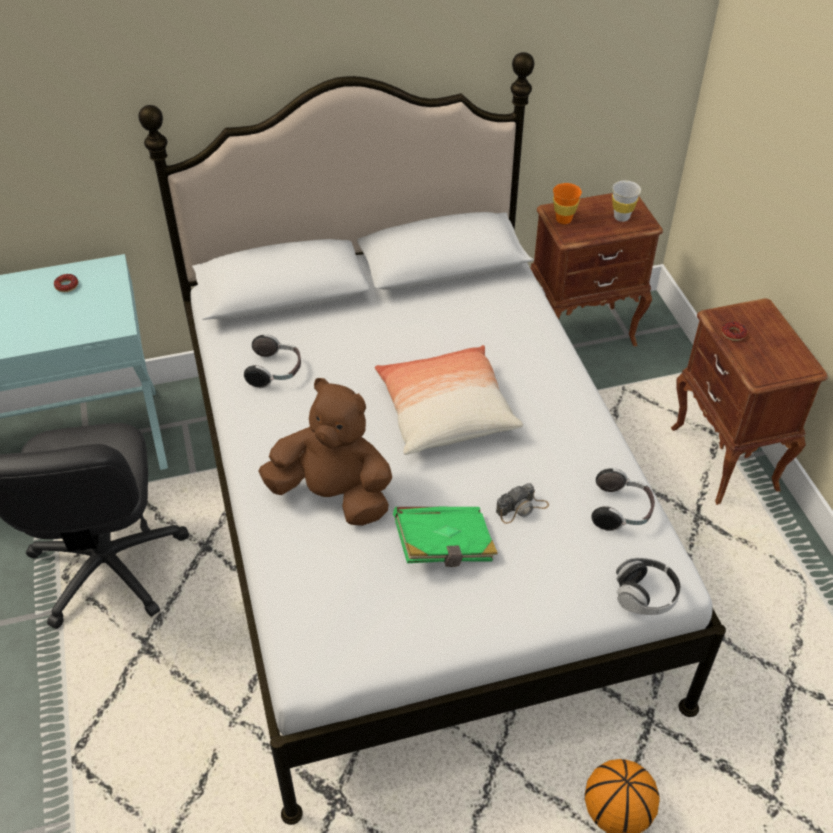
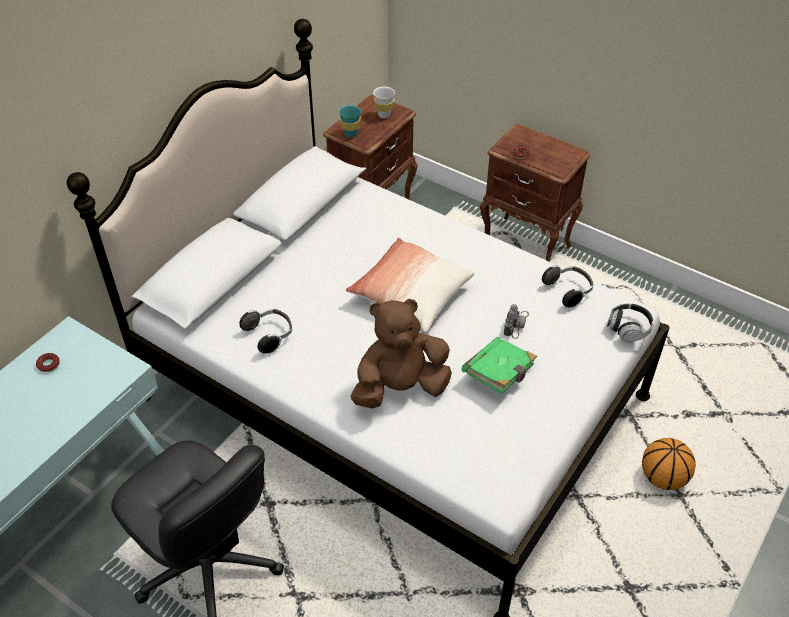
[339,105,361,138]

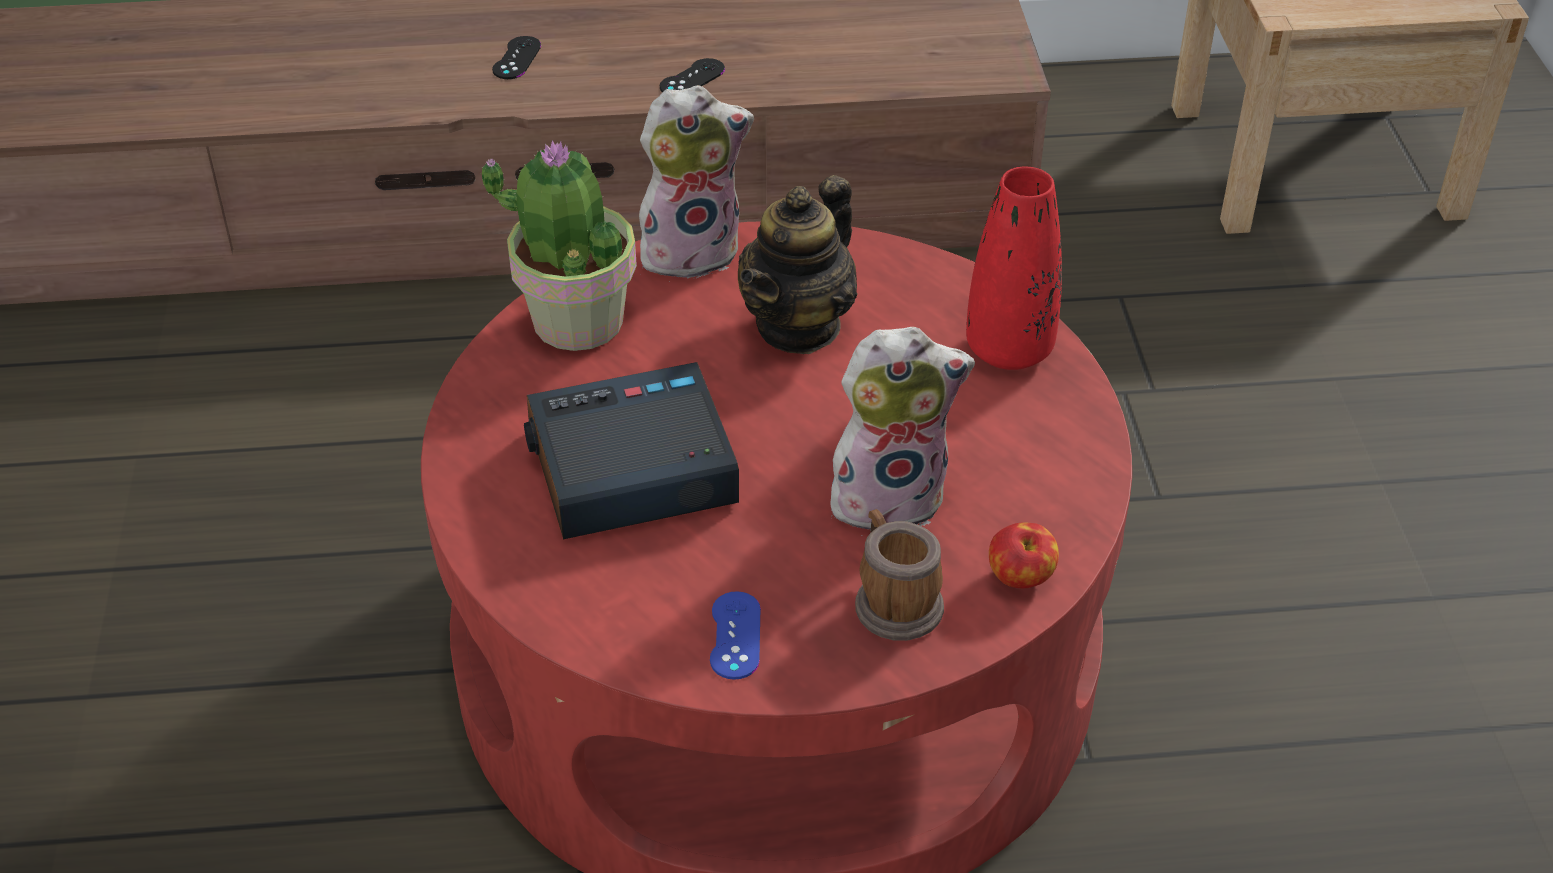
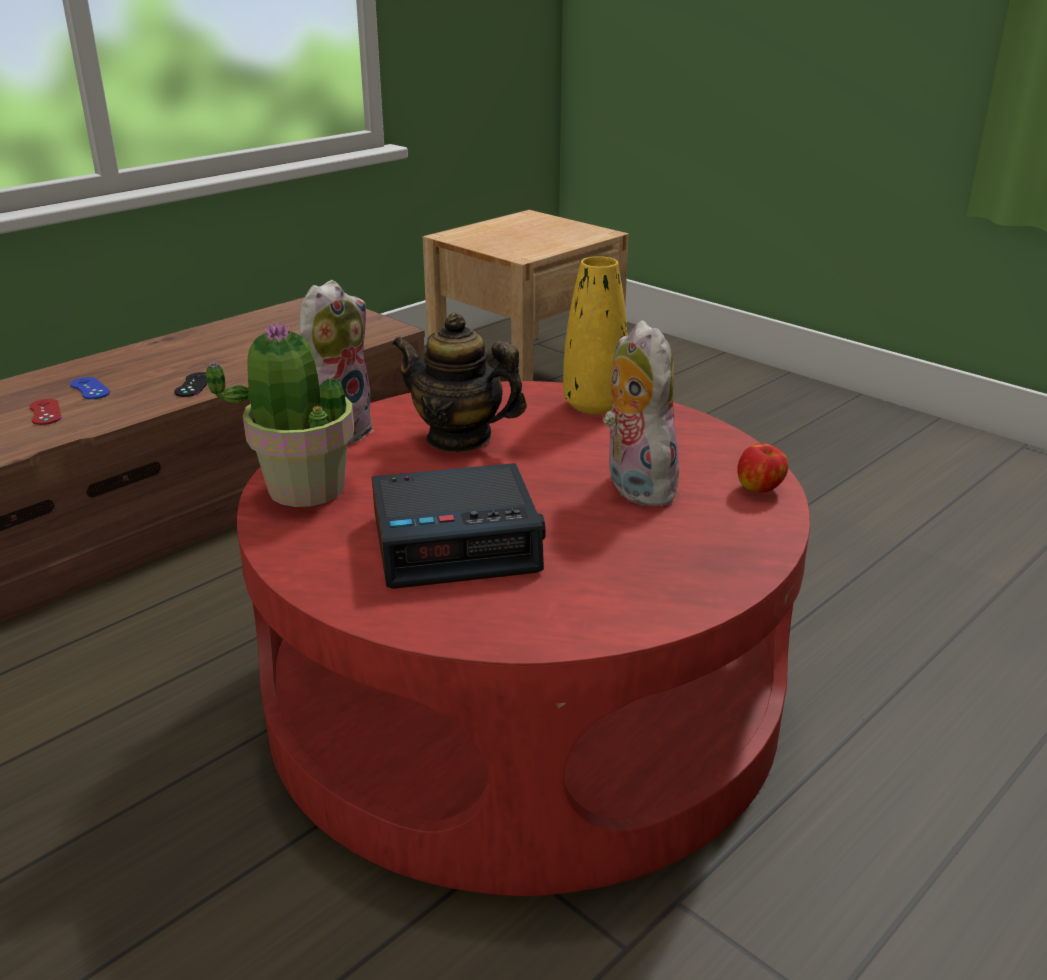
[29,399,61,425]
[70,377,110,399]
[372,463,546,589]
[392,312,527,452]
[563,256,628,414]
[603,320,679,506]
[855,509,944,641] (first image)

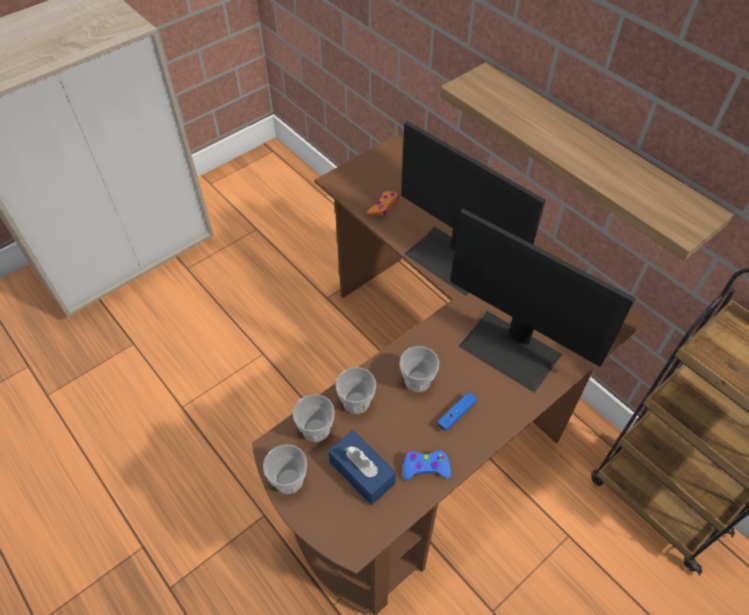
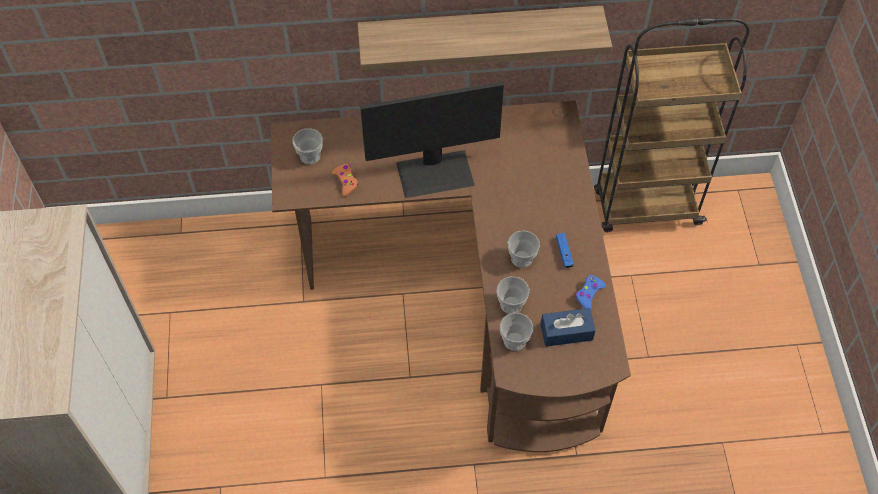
[292,128,323,165]
[450,209,636,393] (first image)

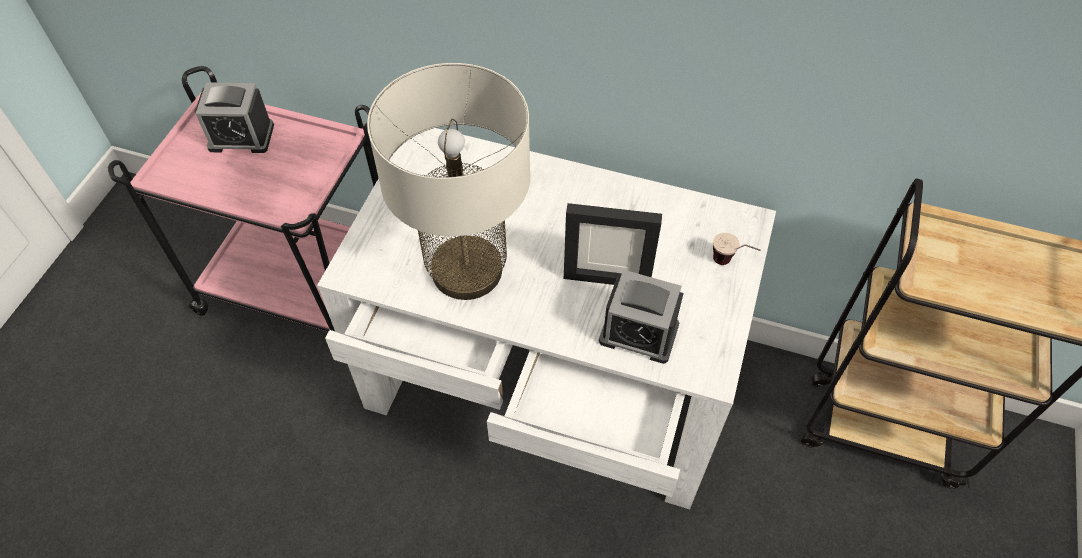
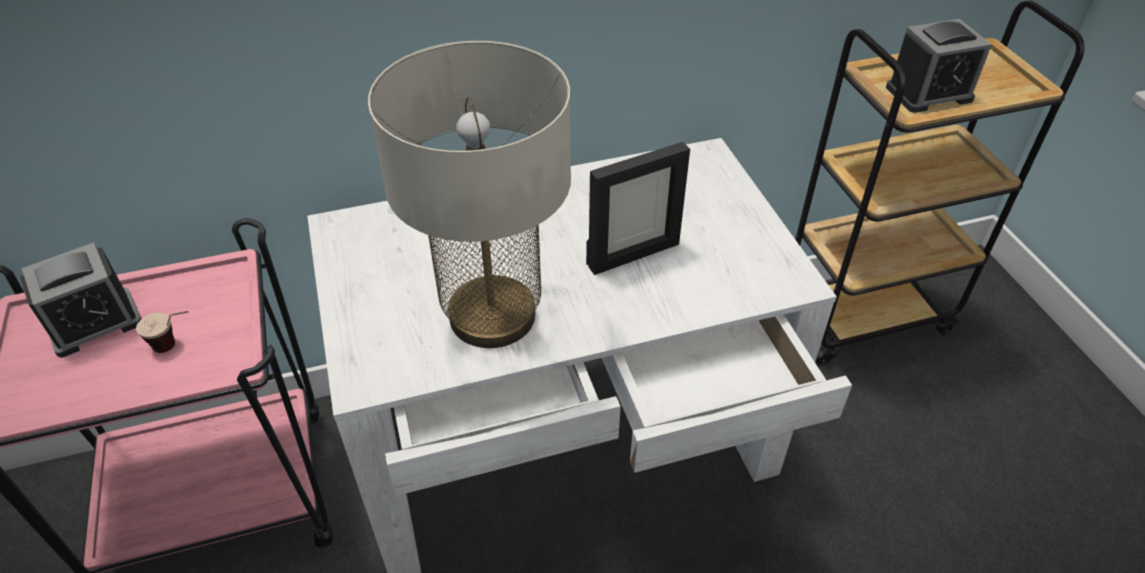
[136,311,189,353]
[886,19,992,113]

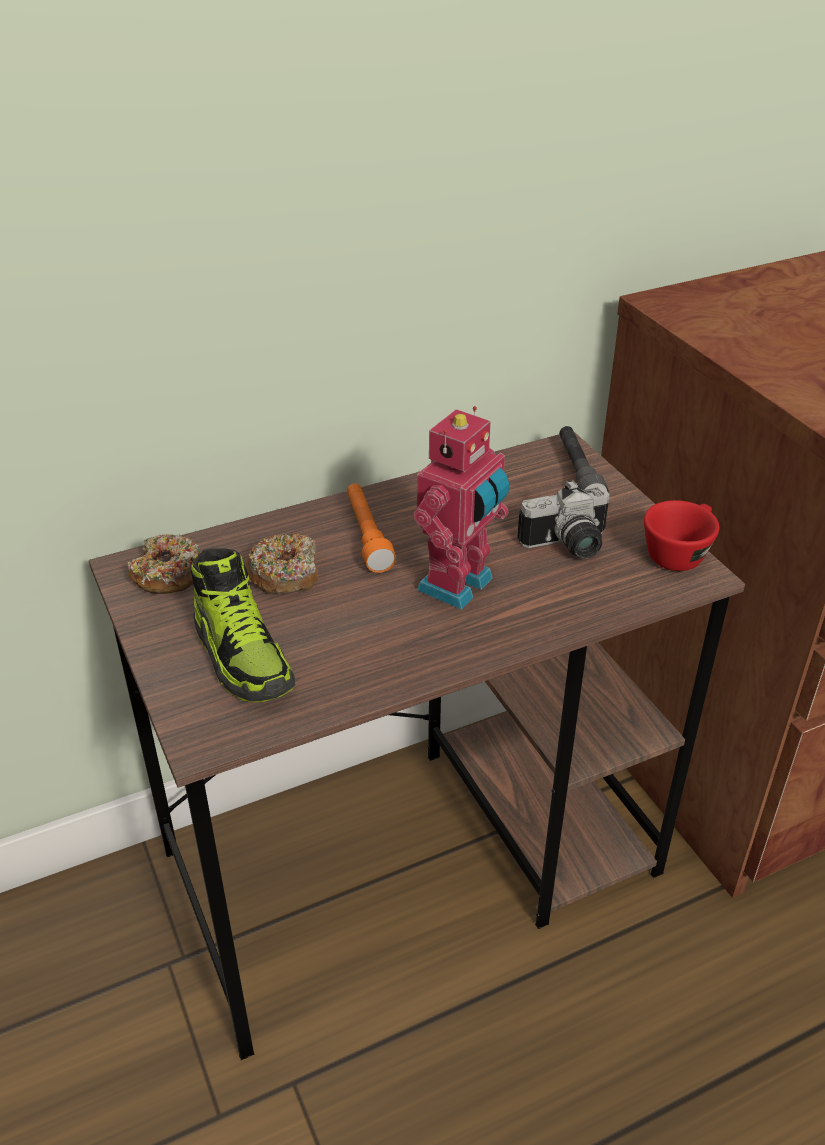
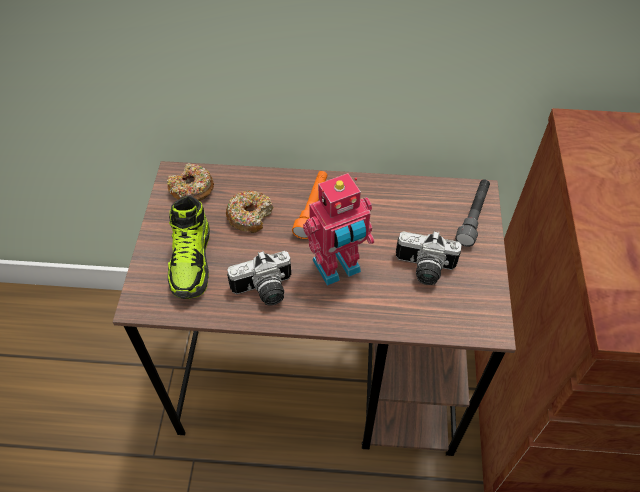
[227,251,291,306]
[644,500,719,571] (first image)

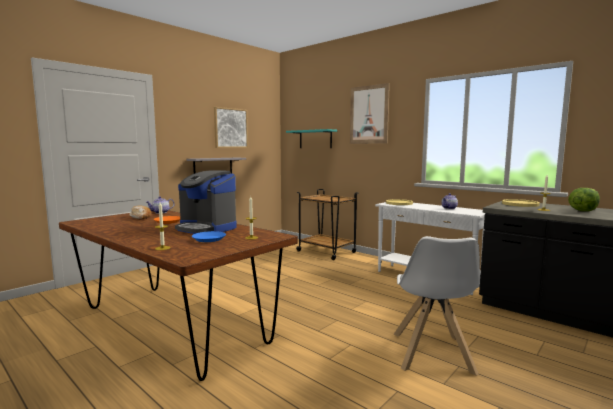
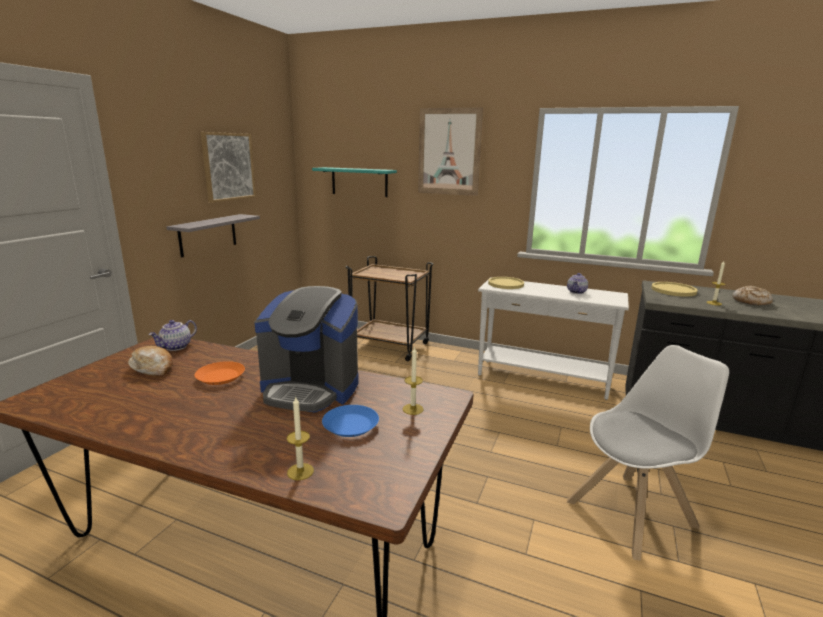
[567,345,729,561]
[733,286,773,305]

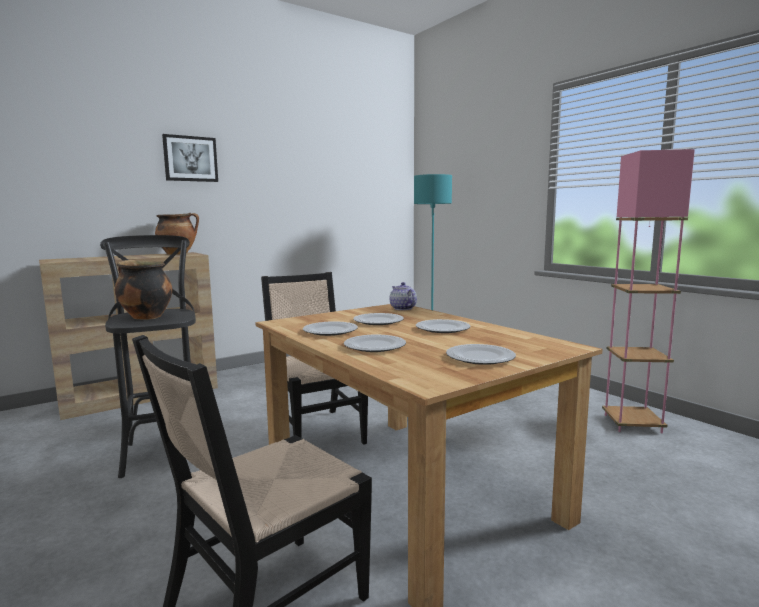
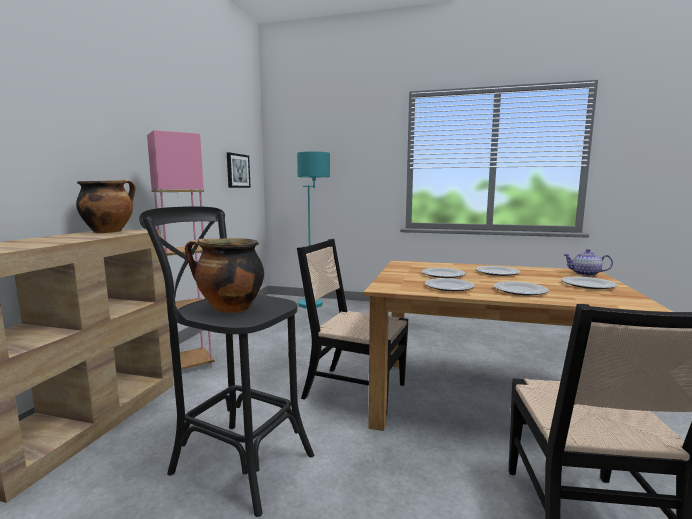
[147,130,215,370]
[227,152,251,188]
[563,249,613,276]

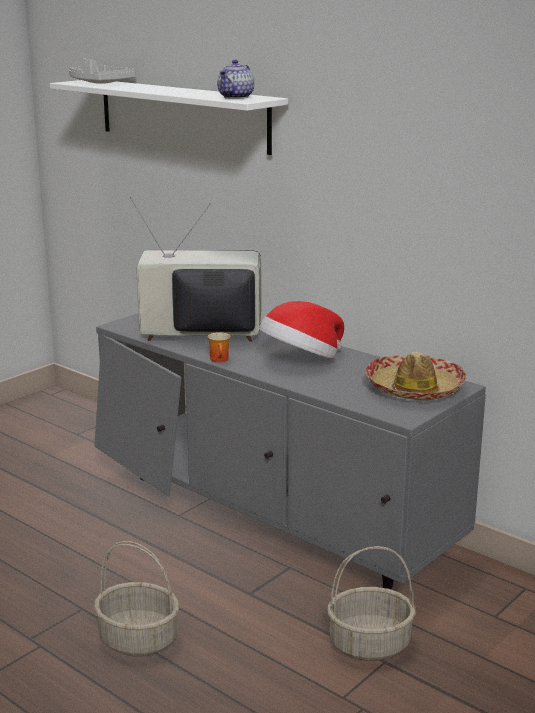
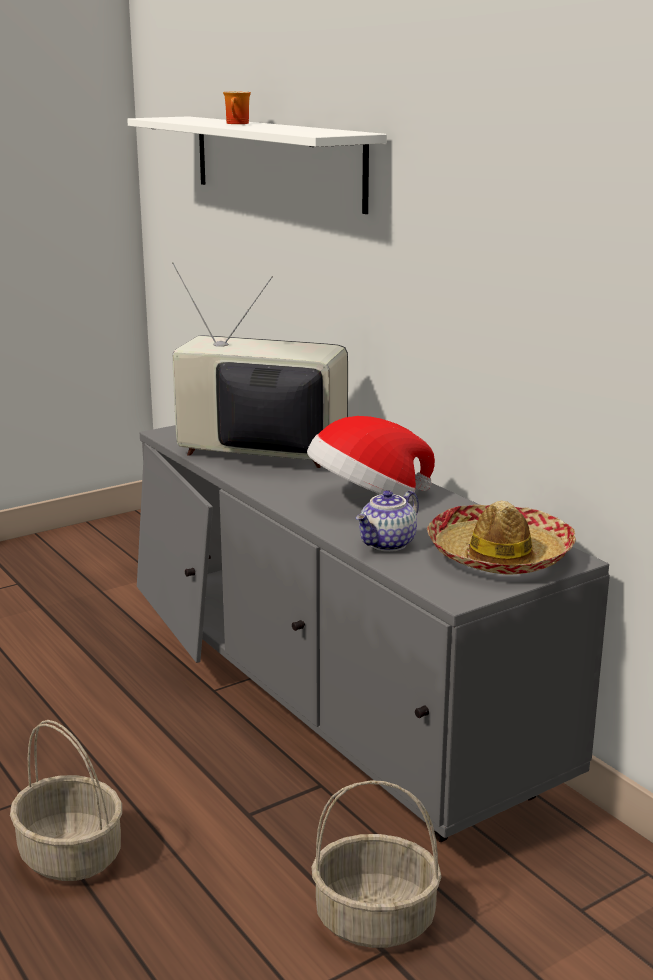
[223,92,251,124]
[356,490,419,552]
[69,58,136,84] (first image)

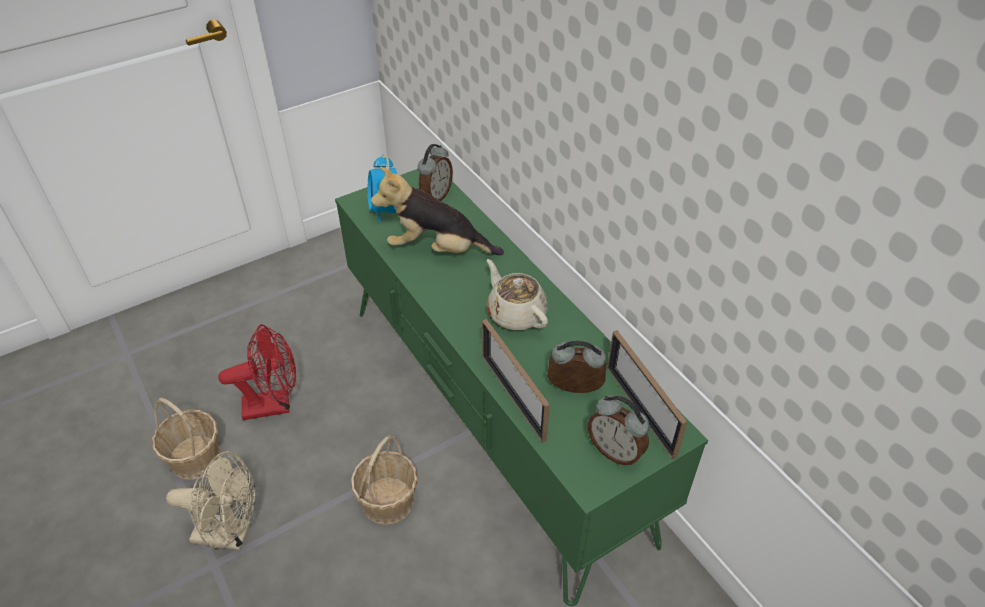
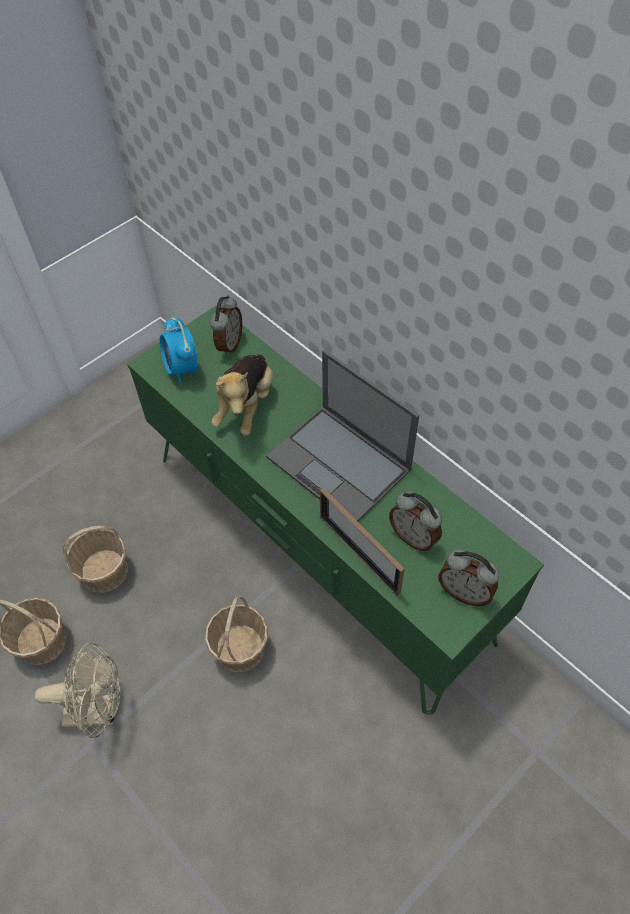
[63,526,128,593]
[212,354,273,436]
[266,350,419,521]
[389,492,442,551]
[607,330,687,459] (first image)

